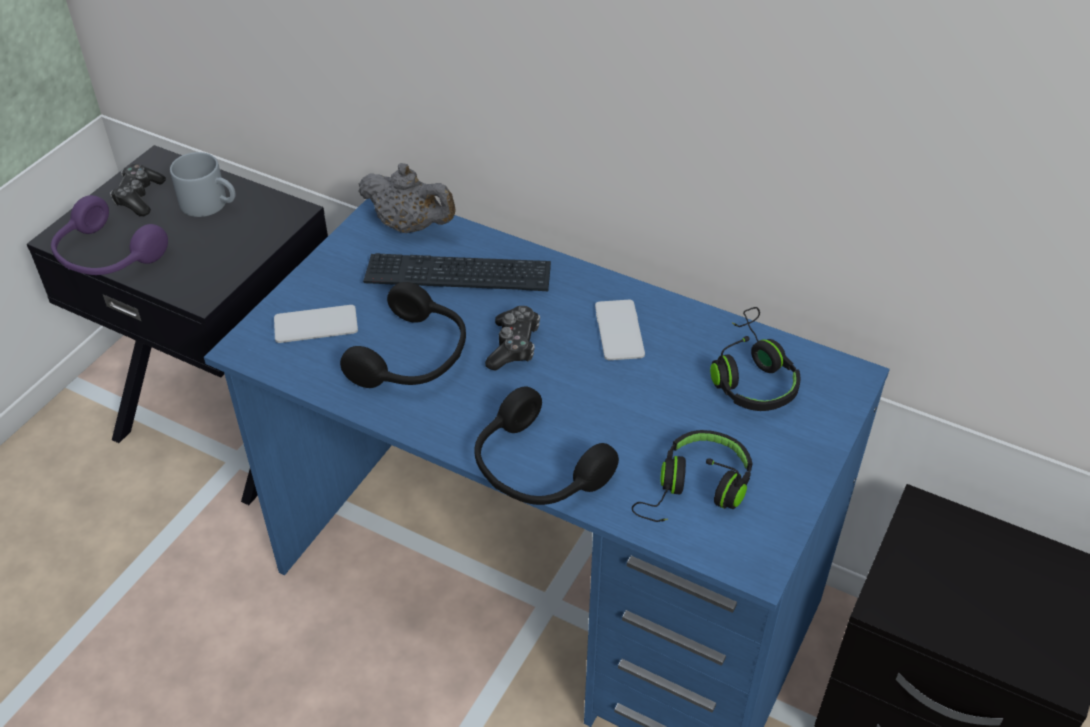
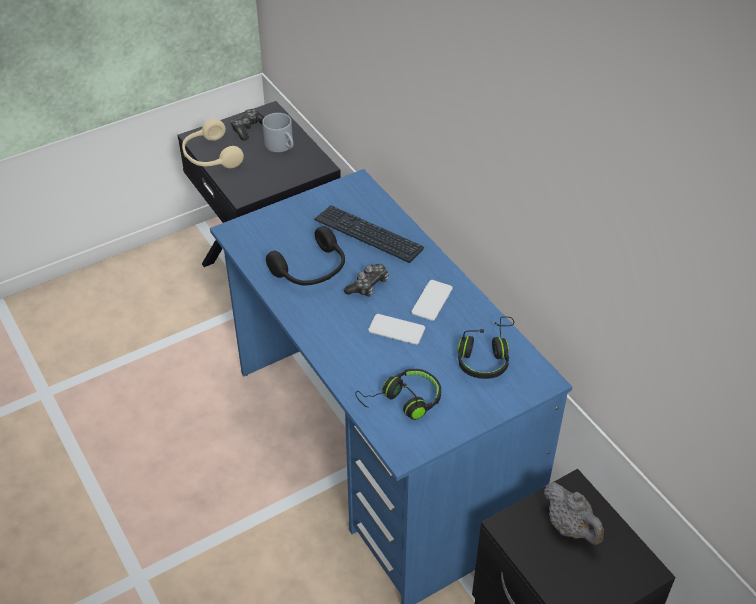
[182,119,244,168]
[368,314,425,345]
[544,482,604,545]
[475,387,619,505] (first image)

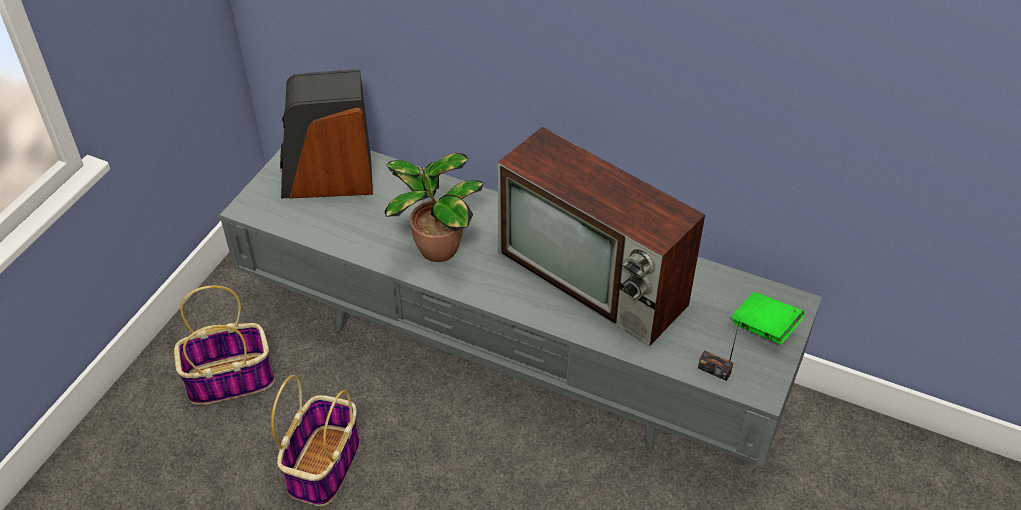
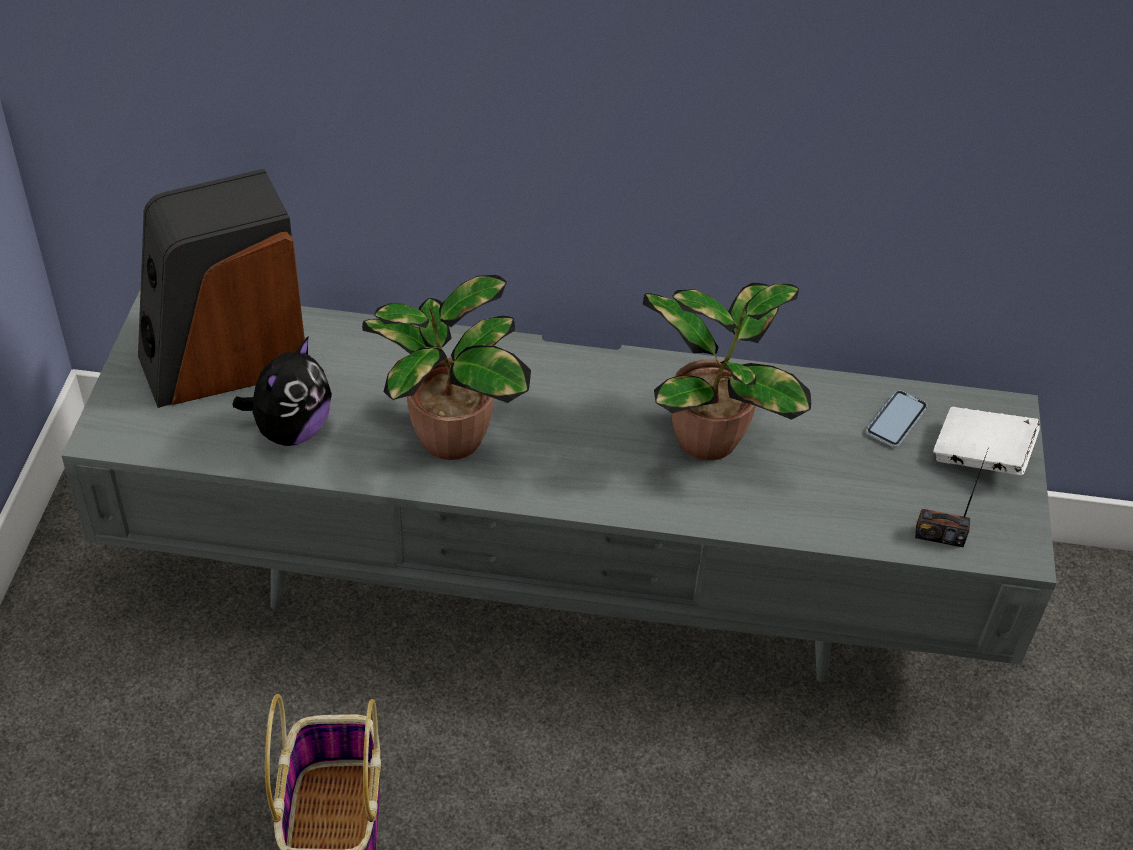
[232,337,332,446]
[643,283,811,460]
[866,390,927,447]
[933,406,1040,475]
[174,286,274,405] (first image)

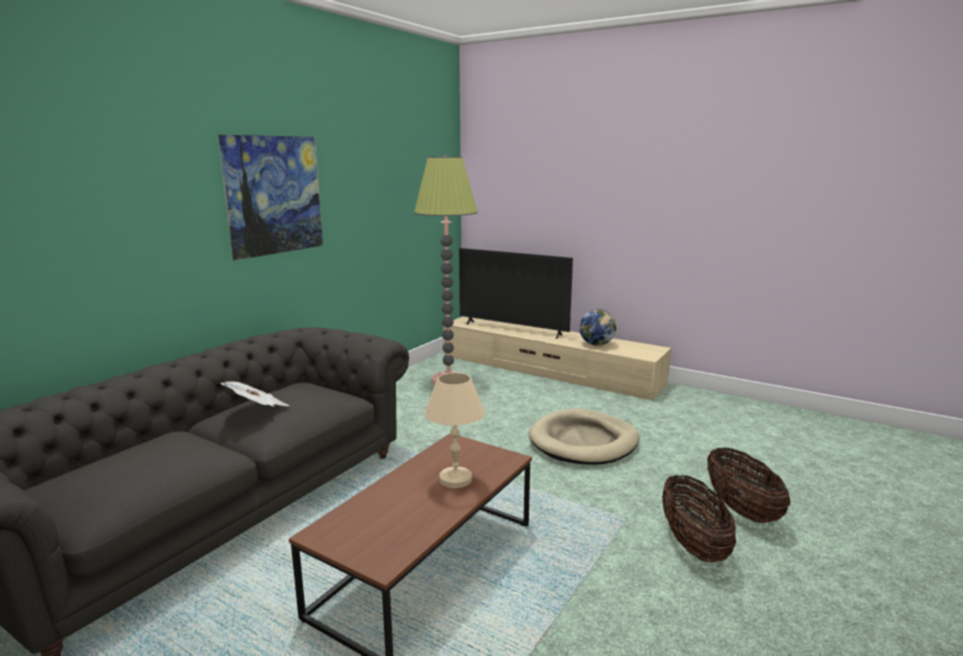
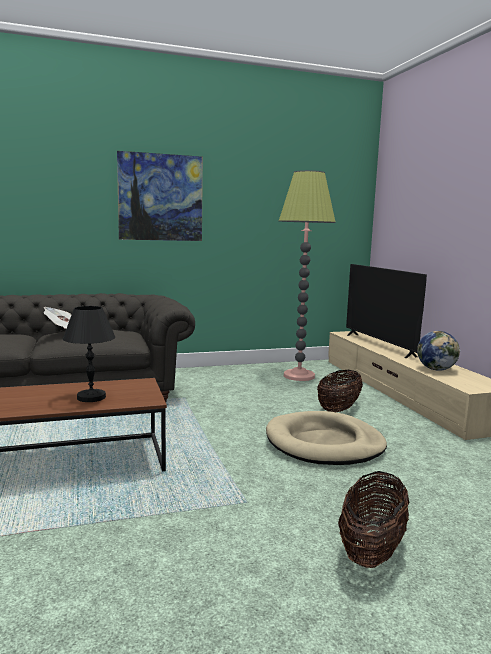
[63,306,115,402]
[317,370,363,412]

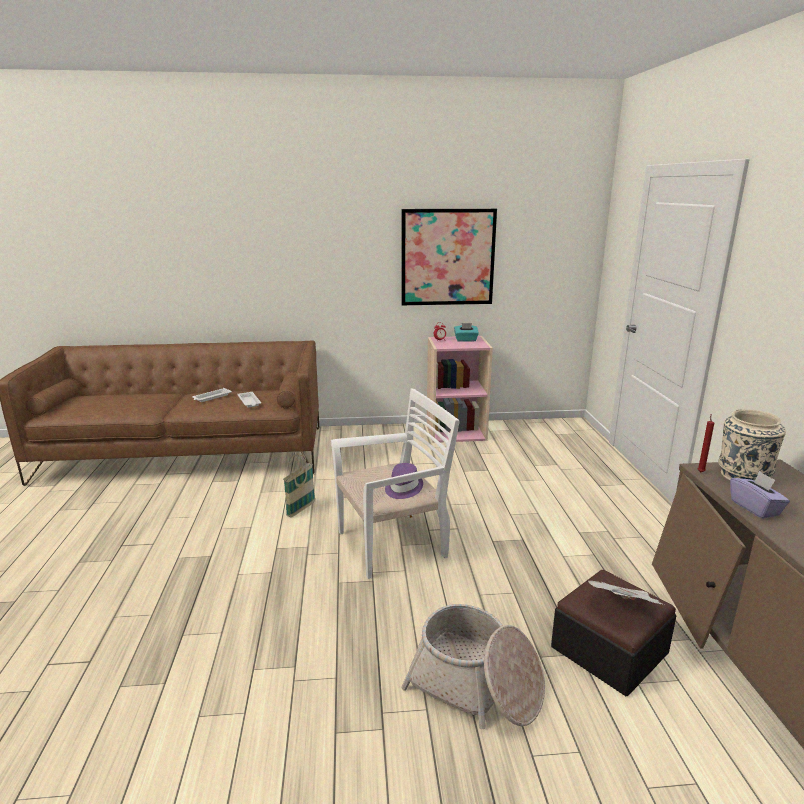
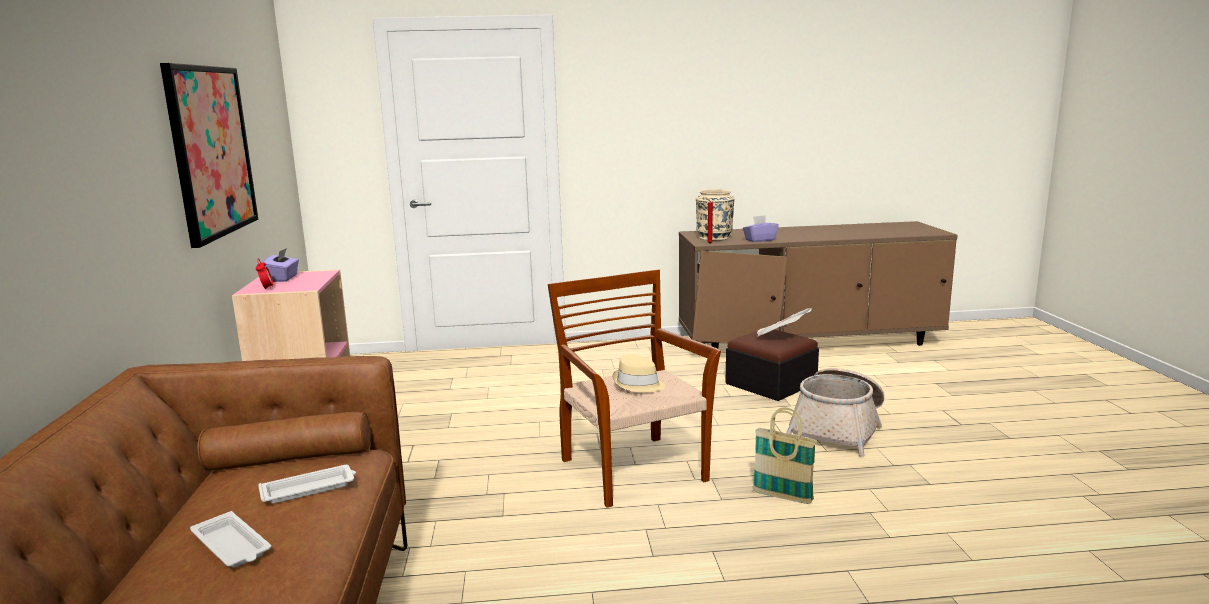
[262,248,299,282]
[548,270,721,508]
[613,354,665,393]
[752,408,817,504]

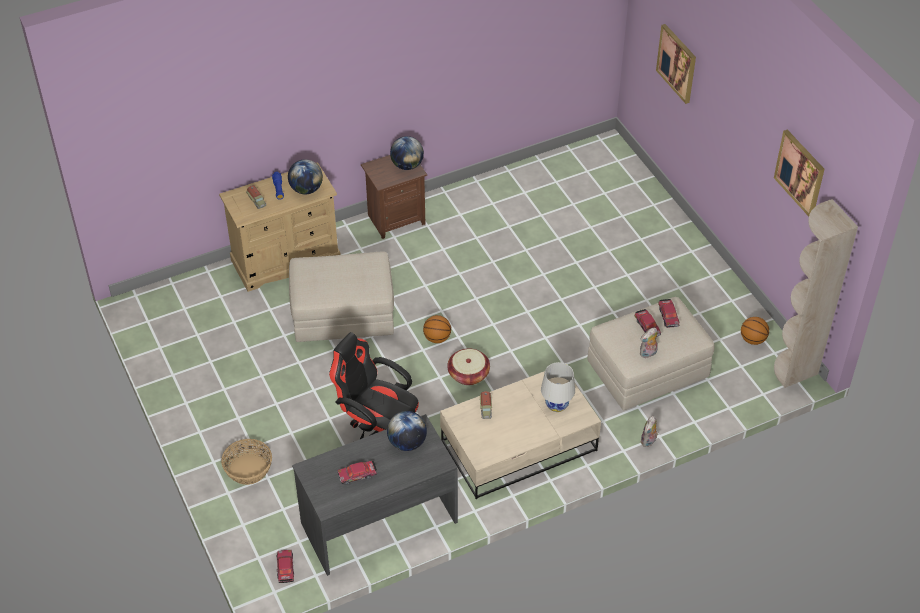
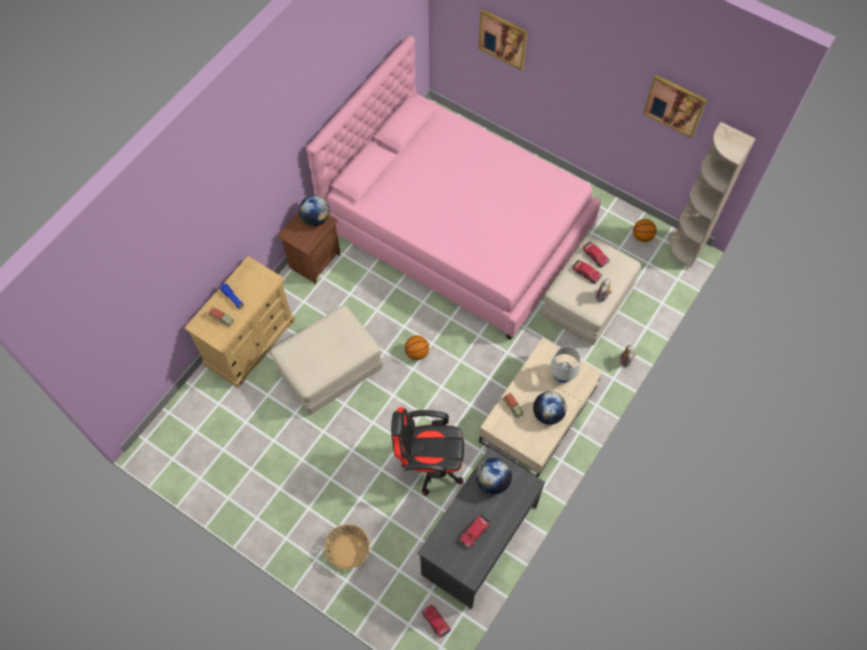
[306,36,601,340]
[533,391,567,425]
[447,348,490,385] (first image)

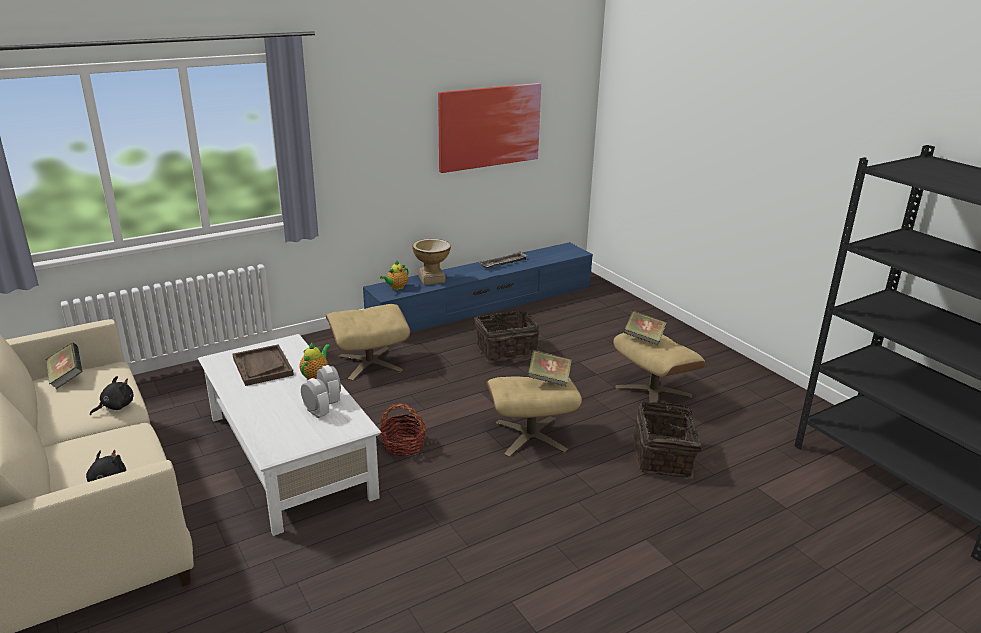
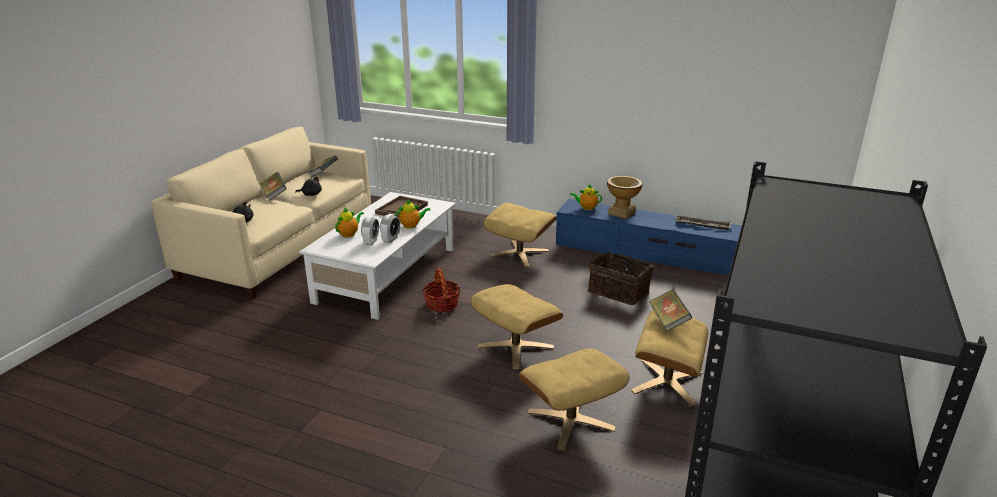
[261,172,287,200]
[335,208,364,238]
[518,349,630,451]
[438,83,541,173] (first image)

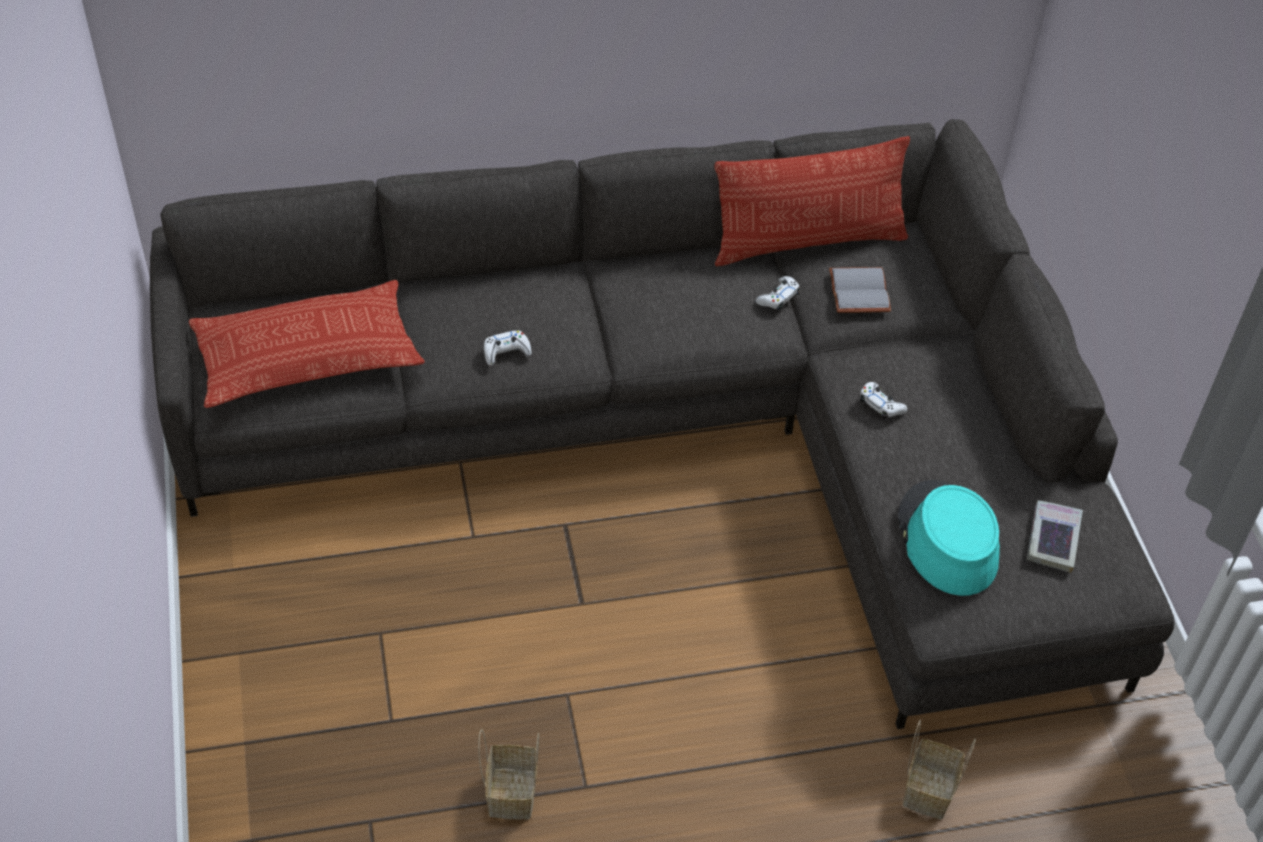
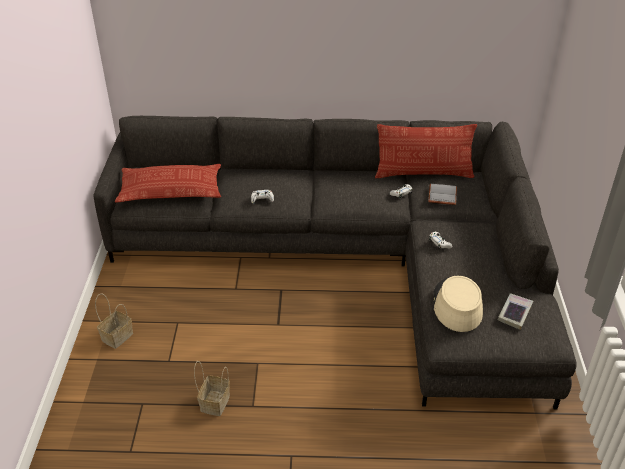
[95,293,133,349]
[434,276,483,332]

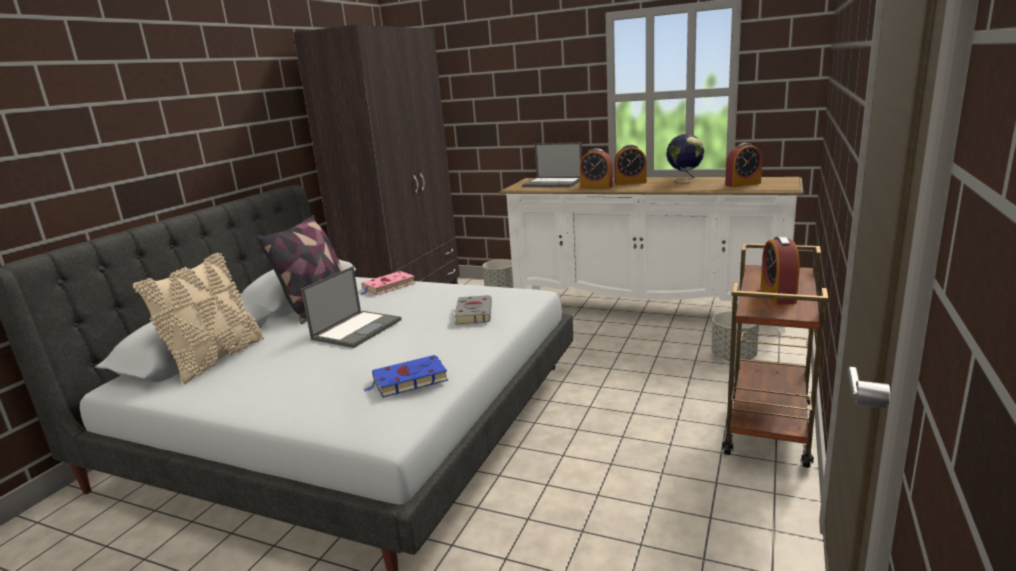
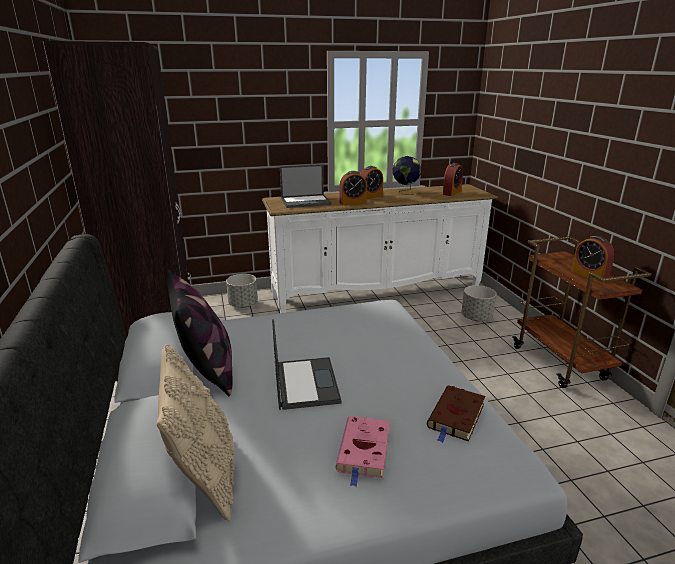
[335,416,390,487]
[427,385,485,443]
[454,295,492,324] (first image)

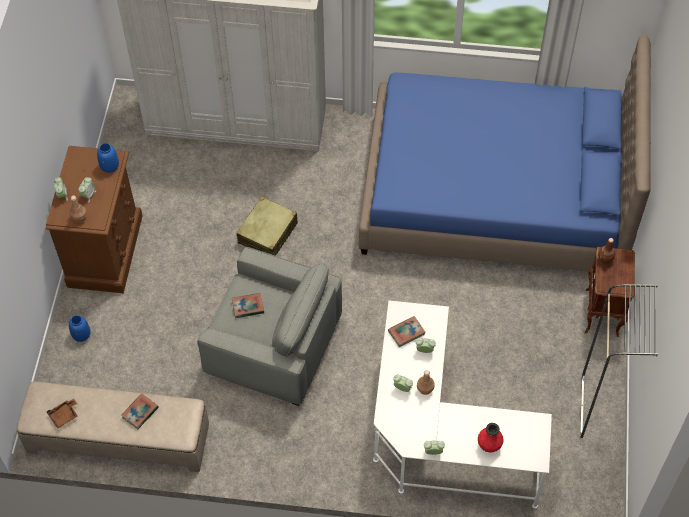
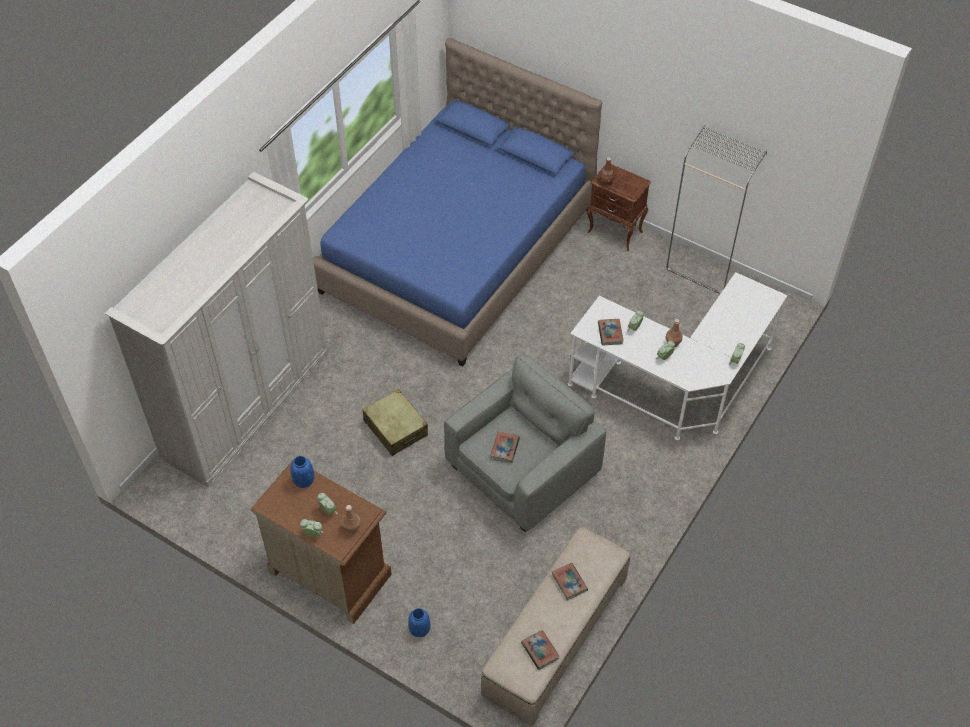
[521,630,560,670]
[478,423,504,452] (first image)

